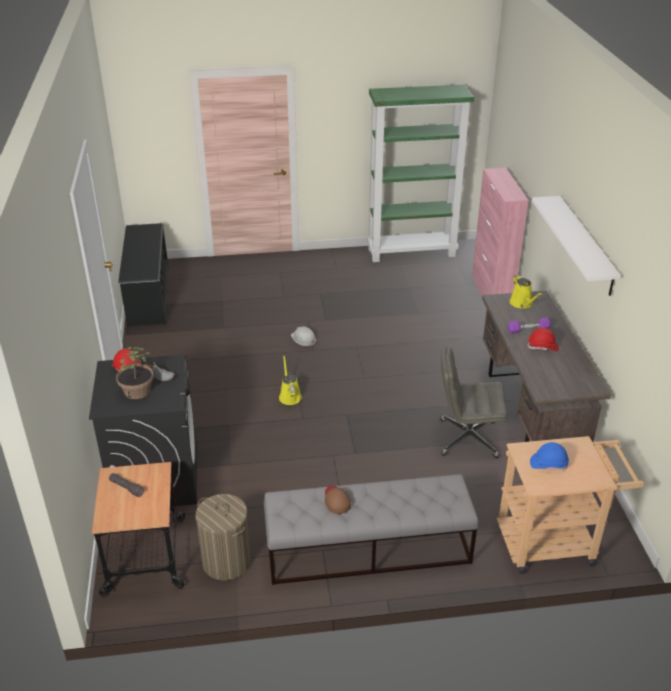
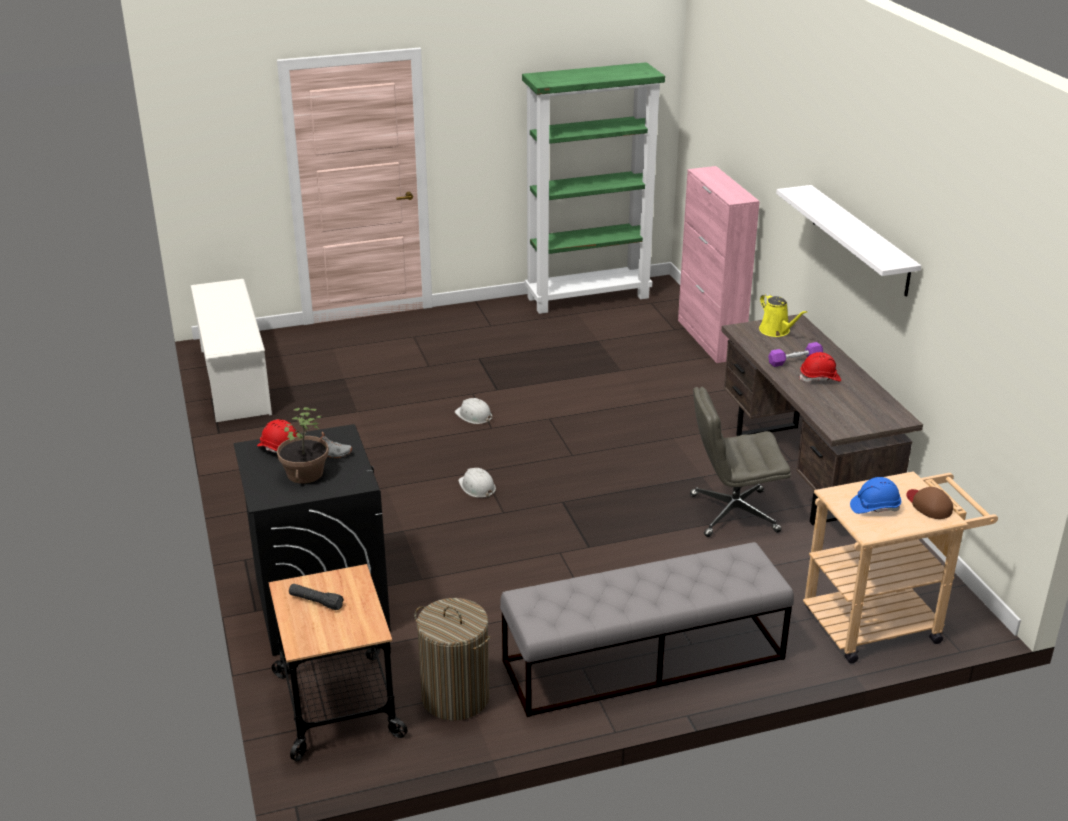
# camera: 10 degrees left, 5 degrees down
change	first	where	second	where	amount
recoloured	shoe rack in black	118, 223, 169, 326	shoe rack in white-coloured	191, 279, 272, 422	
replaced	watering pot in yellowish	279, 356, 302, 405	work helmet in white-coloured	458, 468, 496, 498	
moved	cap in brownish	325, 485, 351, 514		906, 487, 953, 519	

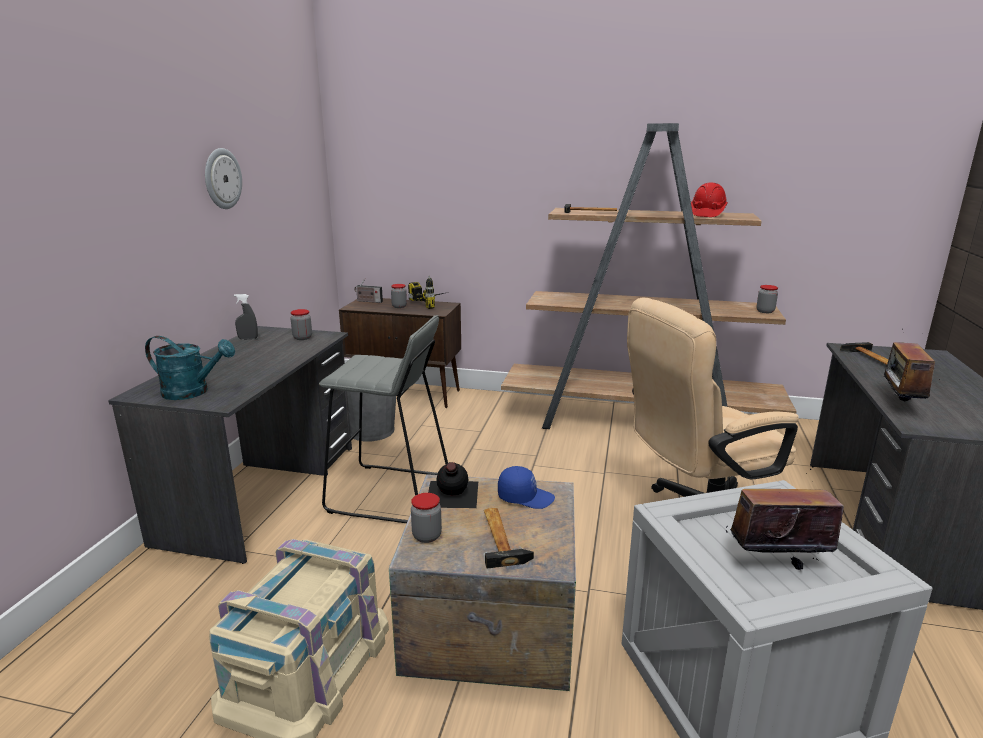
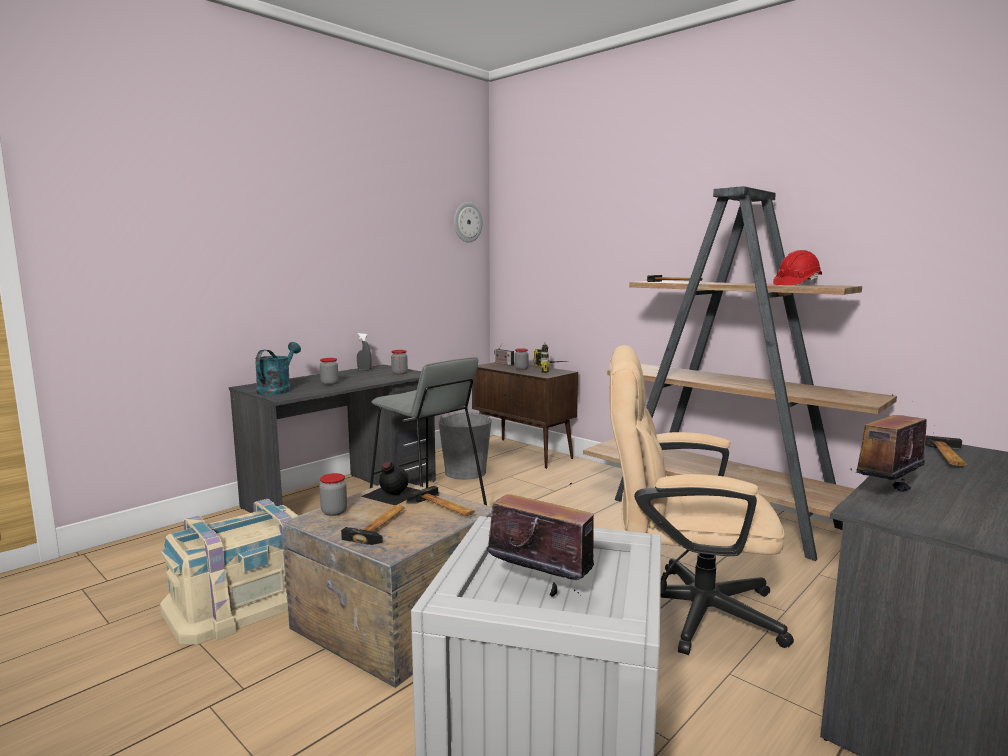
# camera: 30 degrees right, 10 degrees down
change	first	where	second	where	amount
moved	hanging clock	205, 148, 242, 209		454, 202, 483, 243	
moved	storage jar	756, 285, 778, 313		320, 358, 339, 385	
turned	watering pot in turquoise-coloured	145, 336, 235, 400		255, 342, 301, 395	120 degrees counterclockwise
replaced	cap in blue	498, 466, 555, 509	hand hammer	406, 486, 475, 516	

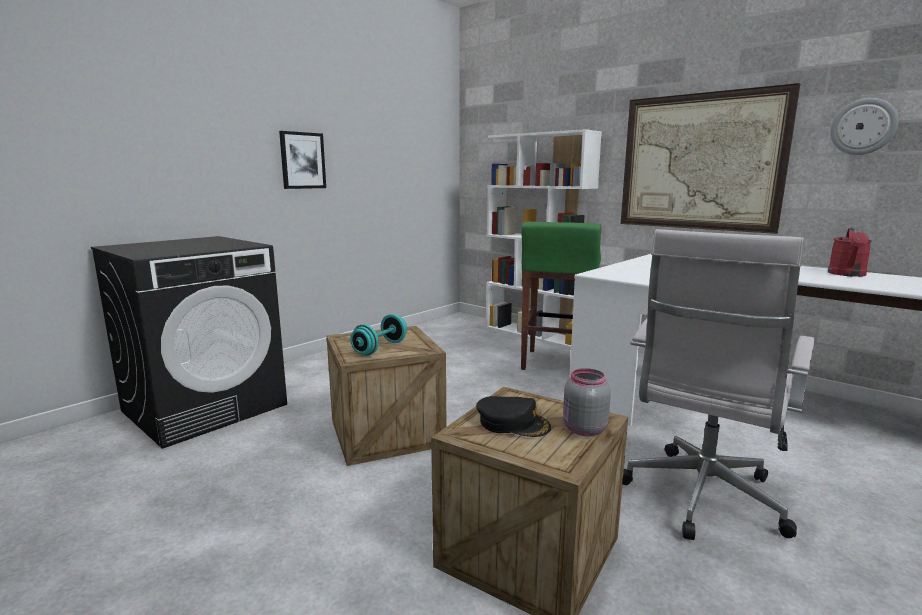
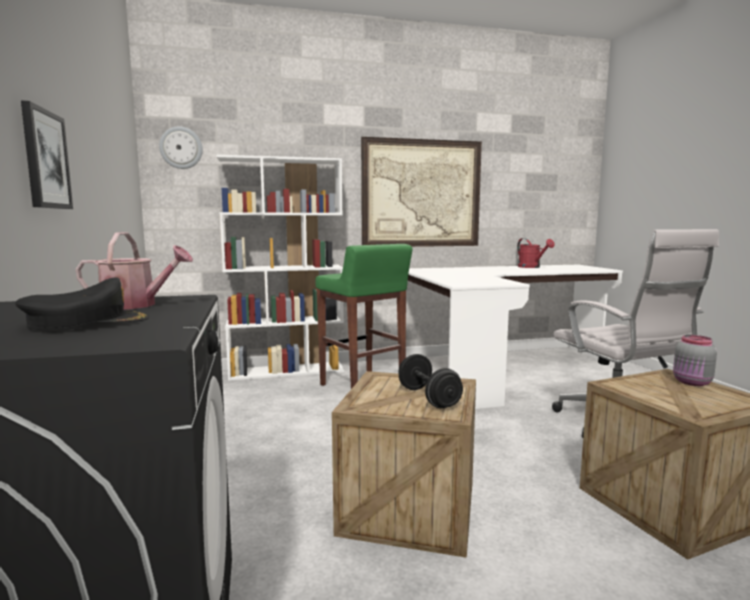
# camera: 55 degrees left, 5 degrees down
change	first	where	second	where	amount
moved	hanging clock	830, 98, 899, 155		159, 126, 203, 169	
recoloured	free weight in turquoise-coloured	350, 314, 407, 355	free weight in black	399, 354, 463, 408	
moved	cap in black	476, 396, 551, 437		15, 277, 150, 331	
added			watering pot	75, 232, 193, 310	

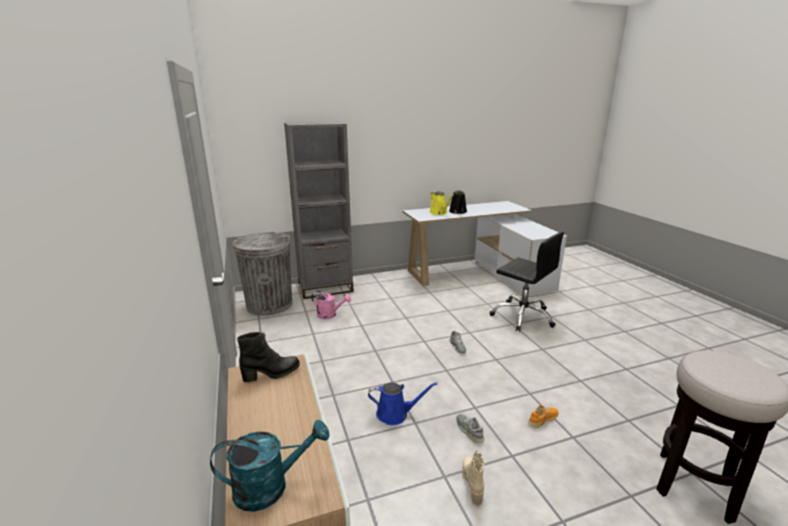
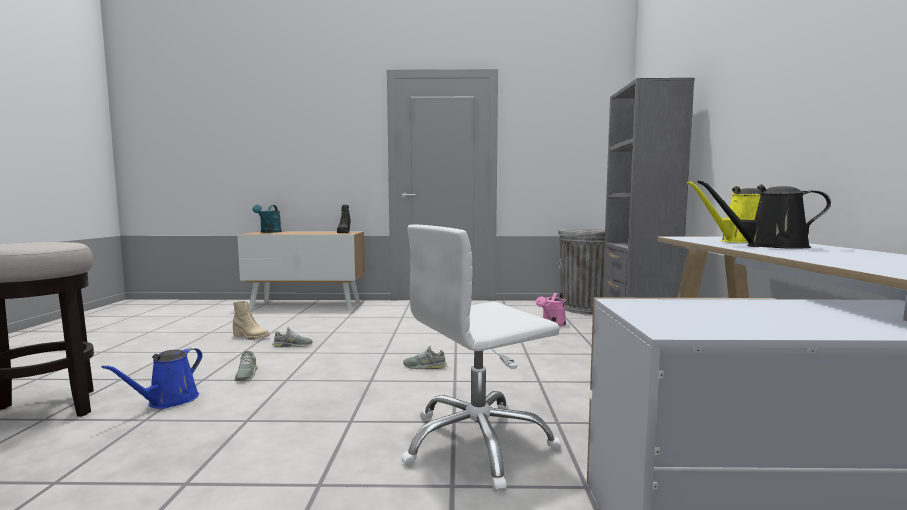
# camera: 110 degrees right, 15 degrees down
change	first	where	second	where	amount
recoloured	desk chair in black	490, 232, 564, 332	desk chair in white-coloured	401, 225, 561, 492	
moved	watering pot in blue	368, 382, 437, 425		101, 348, 202, 409	
recoloured	shoe in orangey	528, 405, 558, 428	shoe in gray	235, 351, 257, 381	

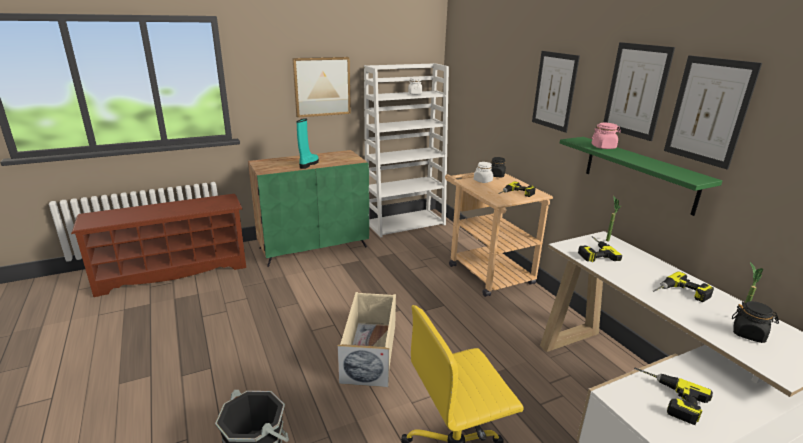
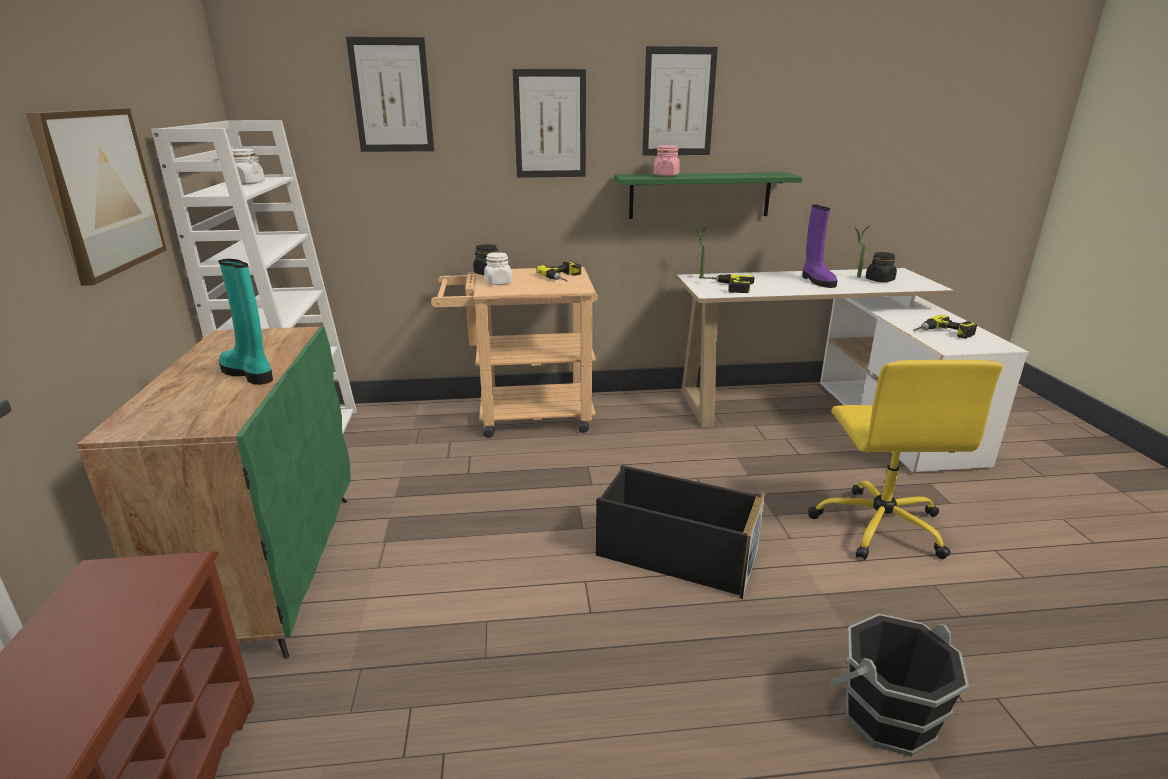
# camera: 70 degrees left, 0 degrees up
change	first	where	second	where	amount
moved	wall art	664, 55, 762, 169		346, 37, 434, 152	
replaced	power drill	653, 271, 714, 302	boot in purplish	802, 204, 838, 288	
recoloured	storage container in beige-coloured	337, 292, 396, 387	storage container in black	596, 465, 765, 599	

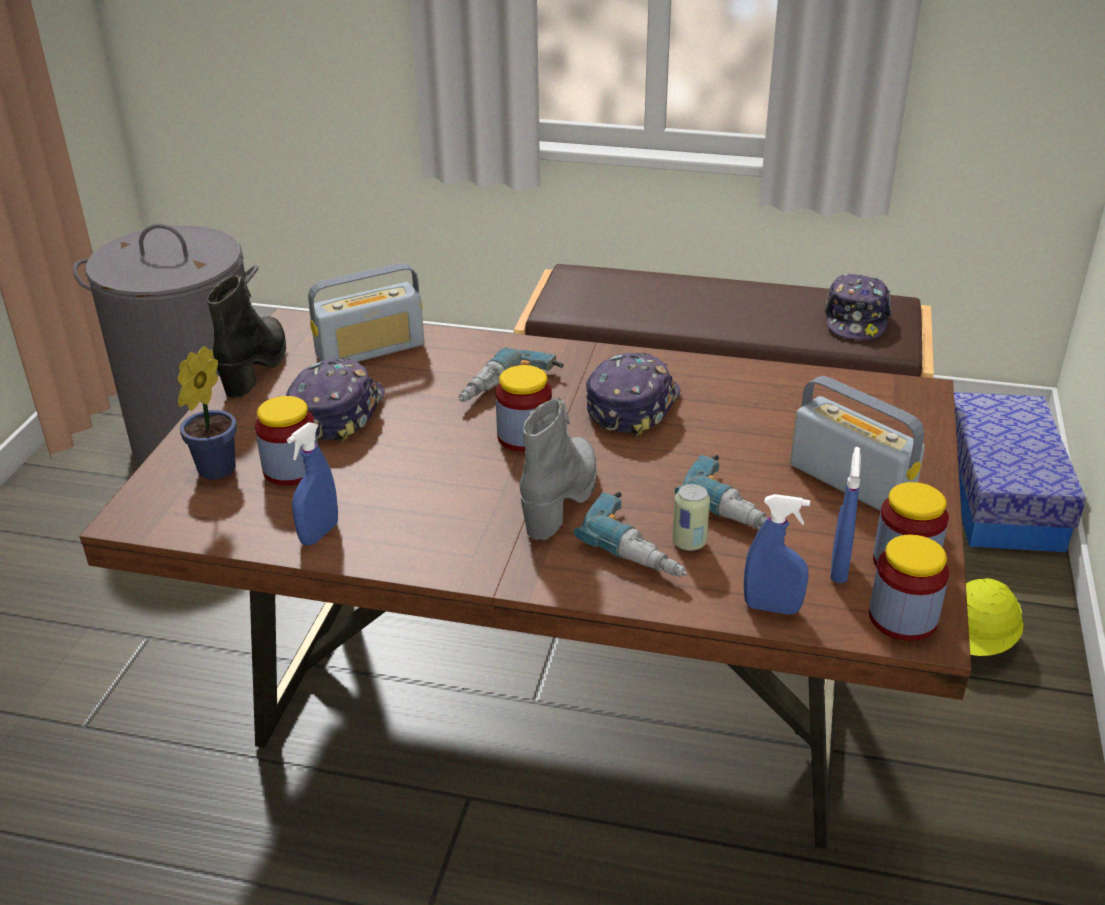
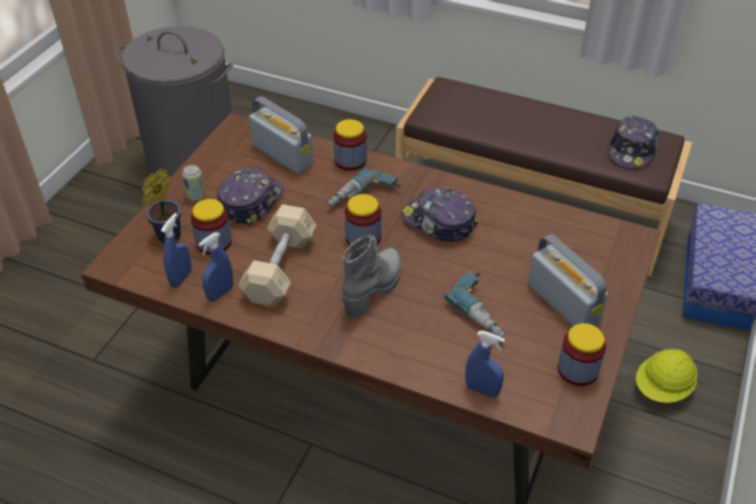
# camera: 10 degrees right, 10 degrees up
change	first	where	second	where	amount
turned	radio	308, 263, 424, 362		249, 96, 313, 174	120 degrees counterclockwise
removed	boot in black	207, 275, 286, 398			
turned	cap	585, 353, 680, 437		401, 187, 478, 242	90 degrees counterclockwise
moved	spray bottle in blue	831, 447, 861, 583		161, 213, 191, 288	
moved	can	672, 484, 710, 551		182, 165, 205, 201	
removed	power drill	574, 491, 688, 577			
moved	storage jar	869, 534, 949, 641		333, 119, 367, 171	
added			free weight in beige-coloured	238, 204, 316, 307	

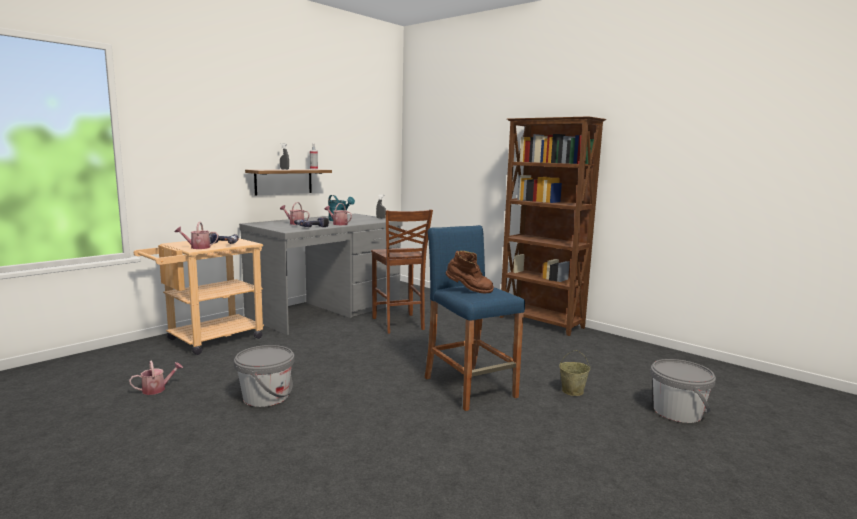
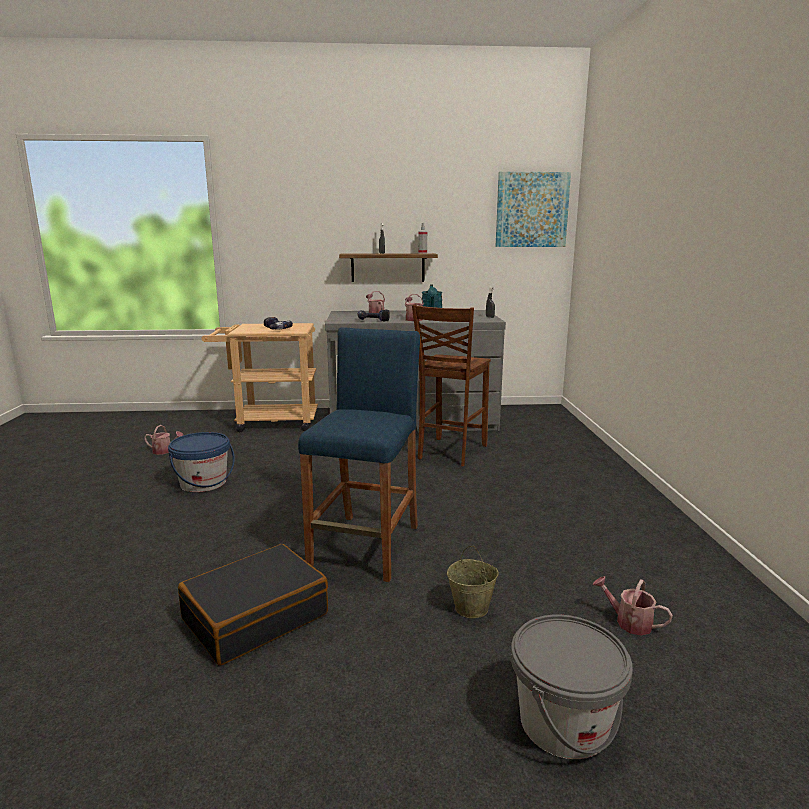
# camera: 45 degrees right, 5 degrees up
change	first	where	second	where	amount
removed	shelving unit in brownish	500, 116, 606, 336			
moved	watering pot	175, 222, 218, 249		593, 576, 673, 636	
removed	boot in brownish	446, 251, 494, 294			
recoloured	water bucket in gray	234, 345, 294, 407	water bucket in blue	168, 432, 235, 492	
added			wall art	496, 172, 571, 247	
added			travel case in black	178, 544, 328, 665	

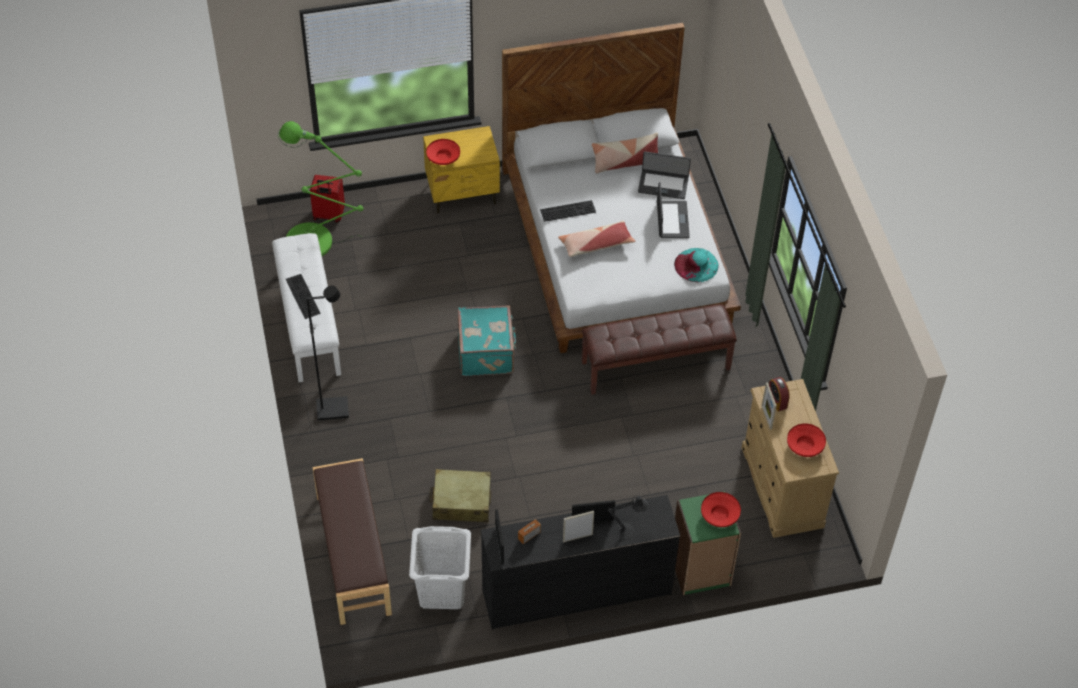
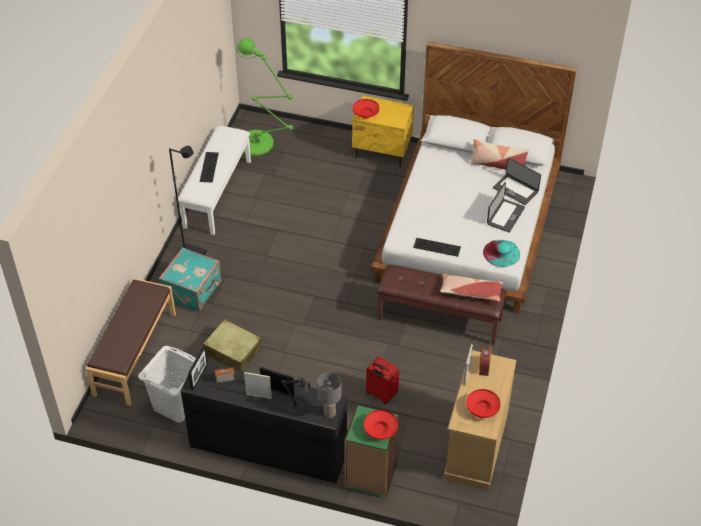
# camera: 30 degrees right, 5 degrees down
change	first	where	second	where	amount
moved	travel case in red-coloured	310, 175, 345, 223		366, 356, 399, 404	
moved	computer keyboard	540, 200, 596, 222		413, 238, 461, 257	
moved	cushion	558, 221, 635, 257		440, 274, 503, 301	
moved	travel case in turquoise-coloured	458, 305, 516, 376		159, 247, 221, 312	
added			lamp for a table in gray	317, 372, 342, 418	

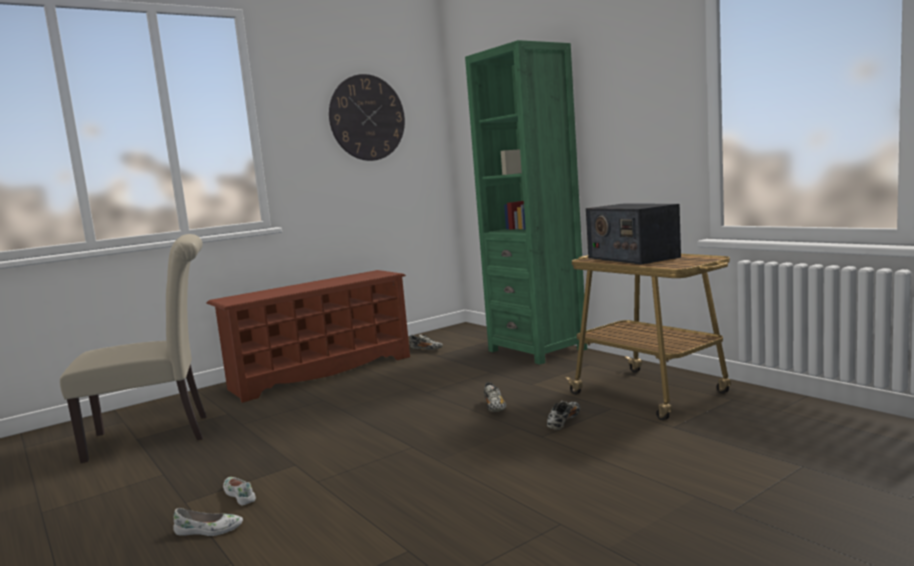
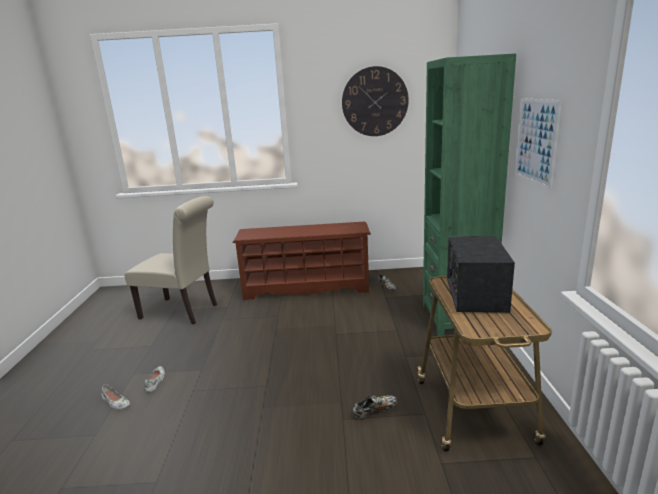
# camera: 35 degrees right, 10 degrees up
change	first	where	second	where	amount
removed	shoe	484, 382, 506, 412			
added			wall art	515, 98, 562, 190	

